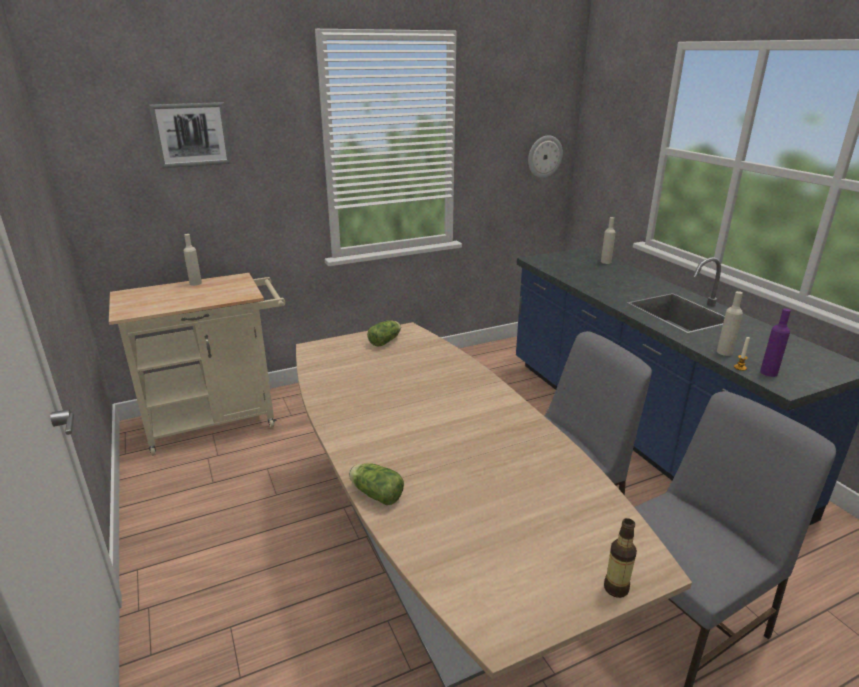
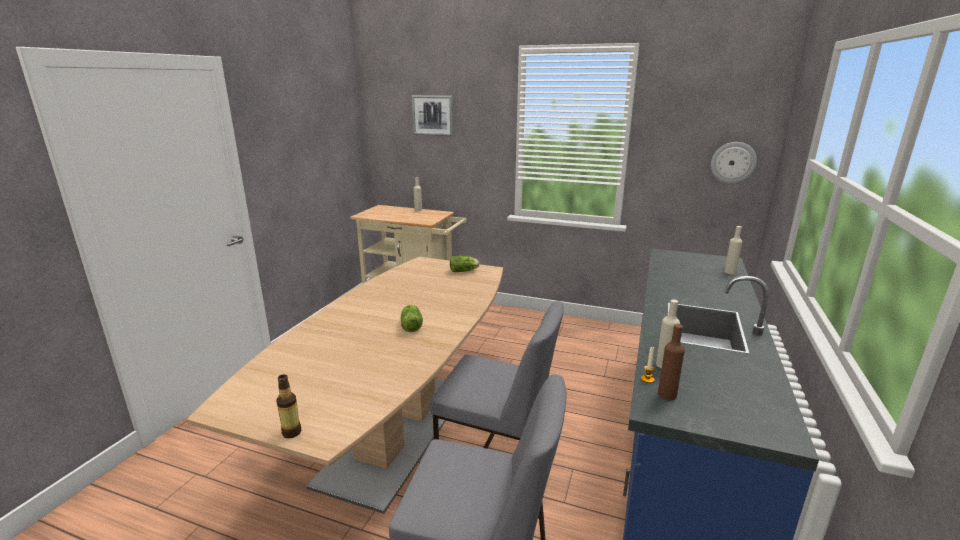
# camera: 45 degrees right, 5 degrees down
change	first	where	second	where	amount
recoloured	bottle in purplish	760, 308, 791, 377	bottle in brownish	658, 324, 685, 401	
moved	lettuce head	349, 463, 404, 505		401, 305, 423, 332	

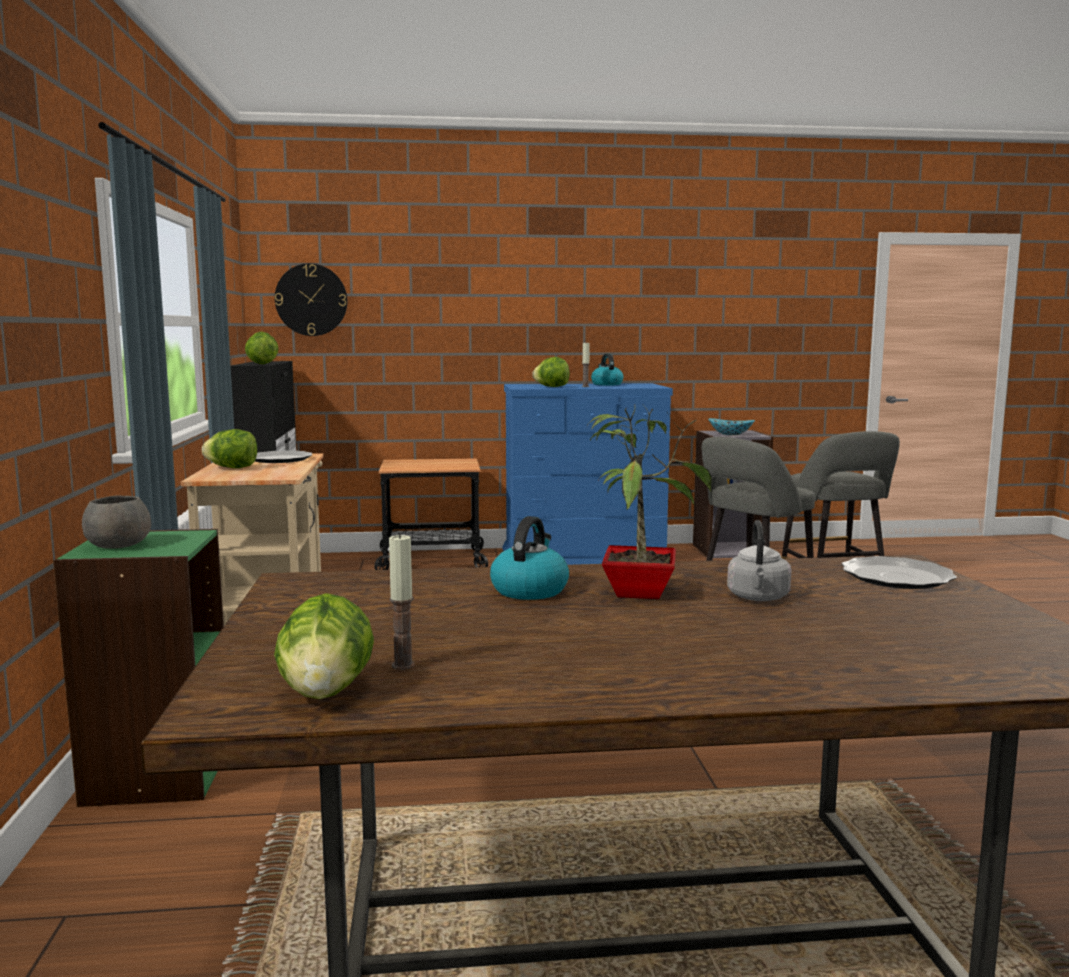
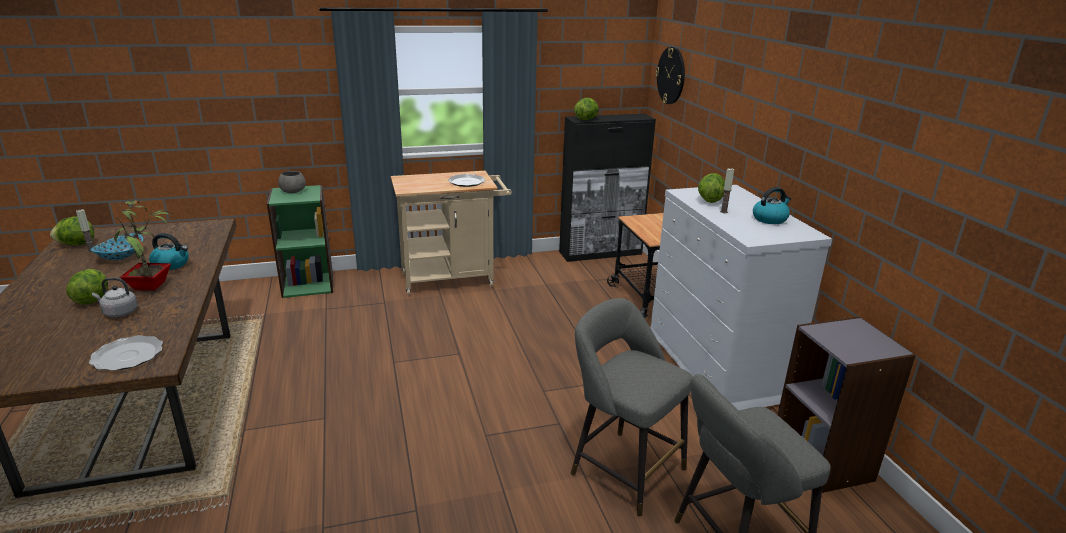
# camera: 80 degrees right, 15 degrees up
change	first	where	second	where	amount
recoloured	drawer chest in blue	502, 383, 673, 565	drawer chest in white-coloured	651, 185, 832, 410	
moved	bowl	708, 418, 755, 435		91, 233, 143, 261	
moved	lettuce head	202, 429, 257, 468		66, 269, 108, 305	

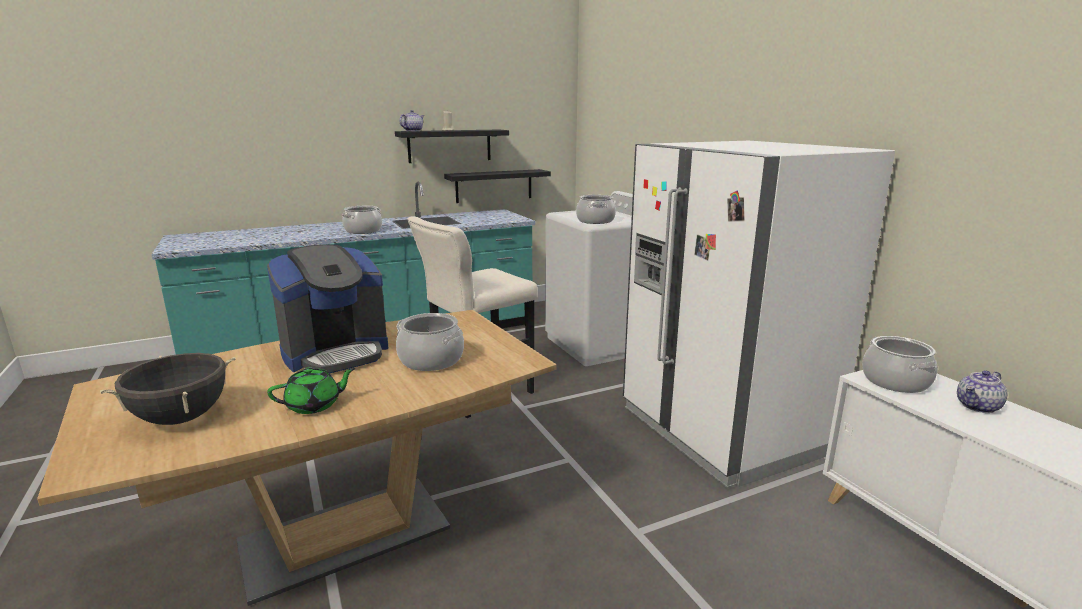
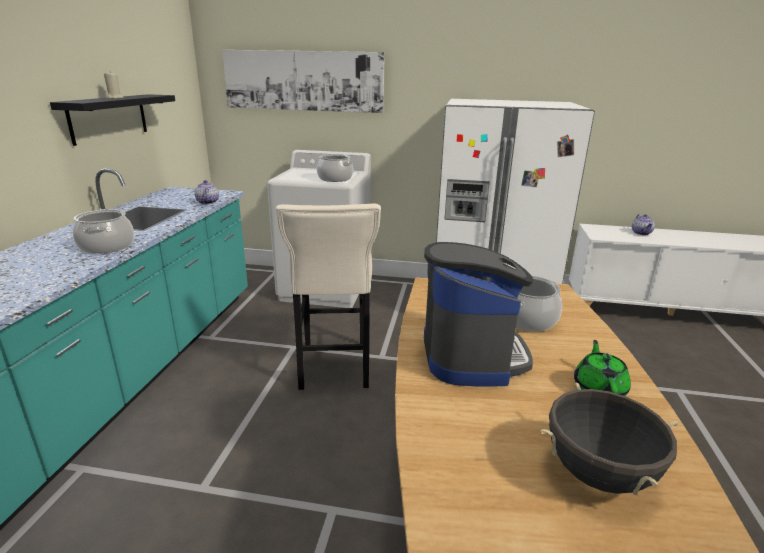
# camera: 55 degrees left, 5 degrees up
change	first	where	second	where	amount
moved	pot for tea	399, 110, 424, 131		194, 180, 219, 204	
removed	bracket shelf in black	444, 169, 551, 203			
removed	stockpot	862, 336, 937, 393			
added			wall art	222, 50, 385, 113	

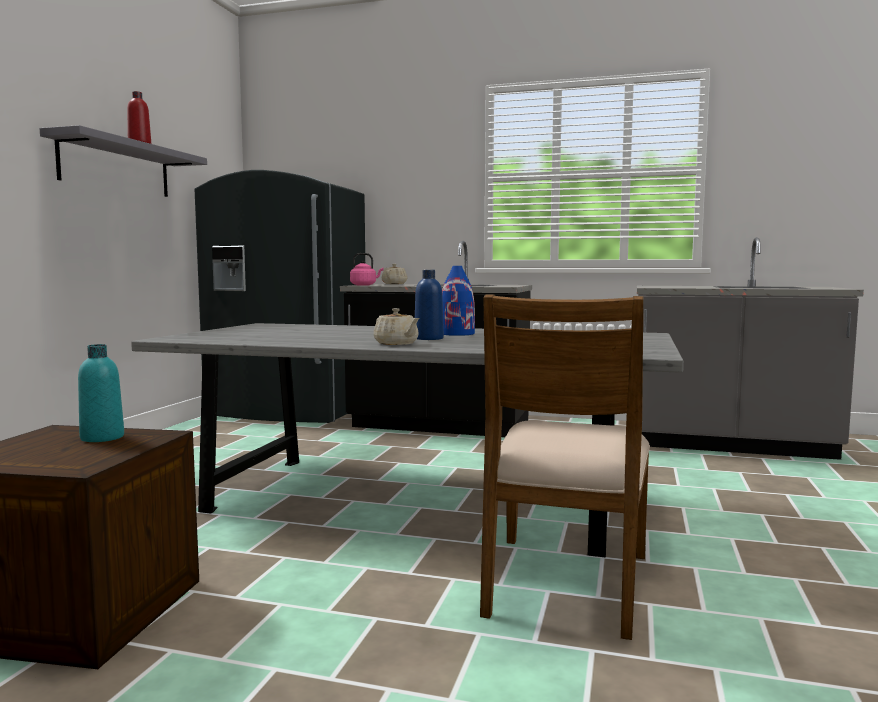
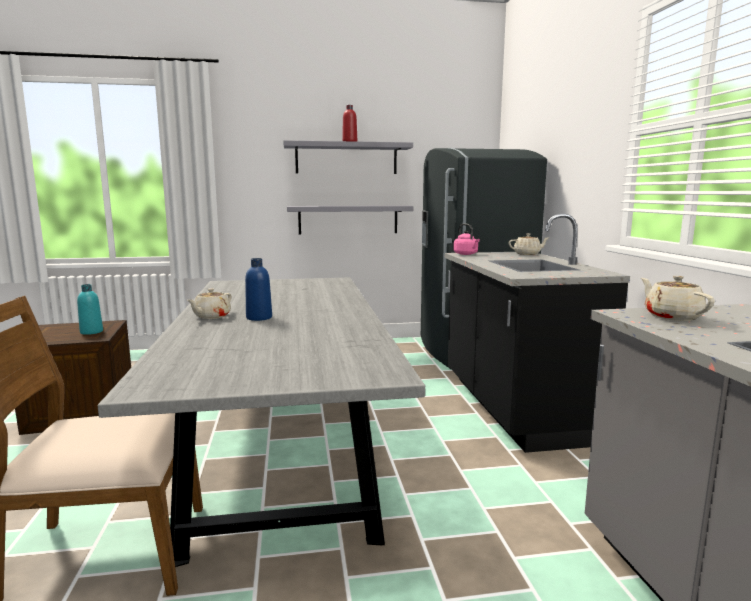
# camera: 65 degrees right, 5 degrees up
change	first	where	second	where	amount
removed	flower vase in blue	442, 266, 475, 336			
added			bracket shelf in gray	287, 205, 414, 235	
added			pot for tea in beige-coloured	641, 276, 715, 321	

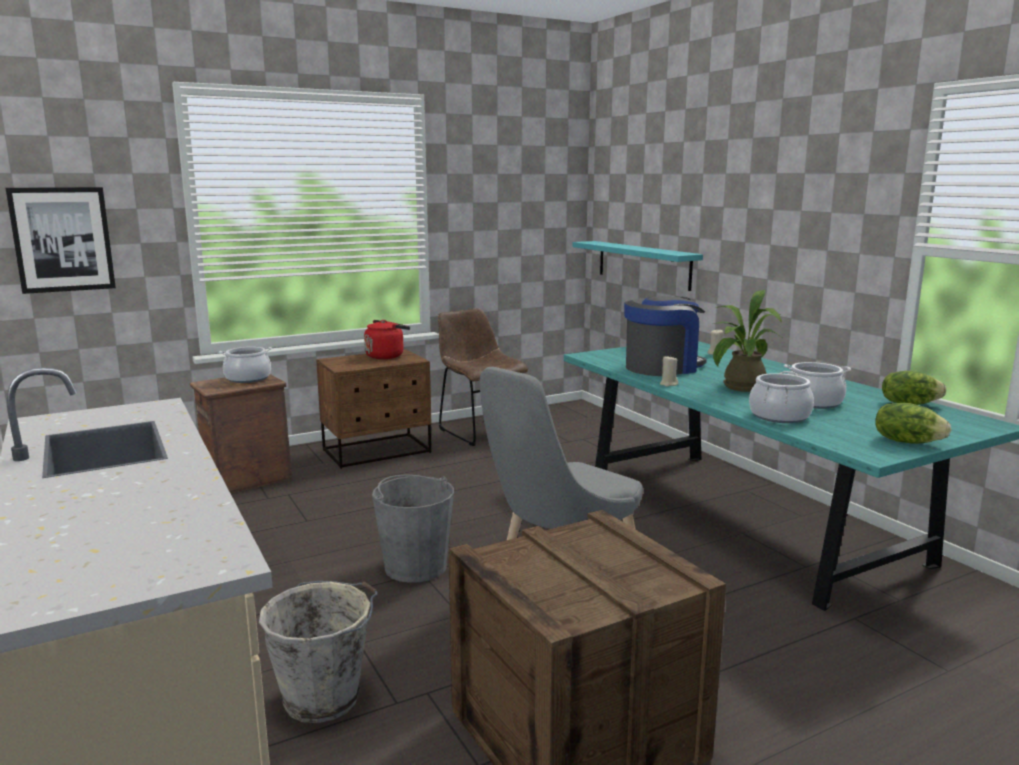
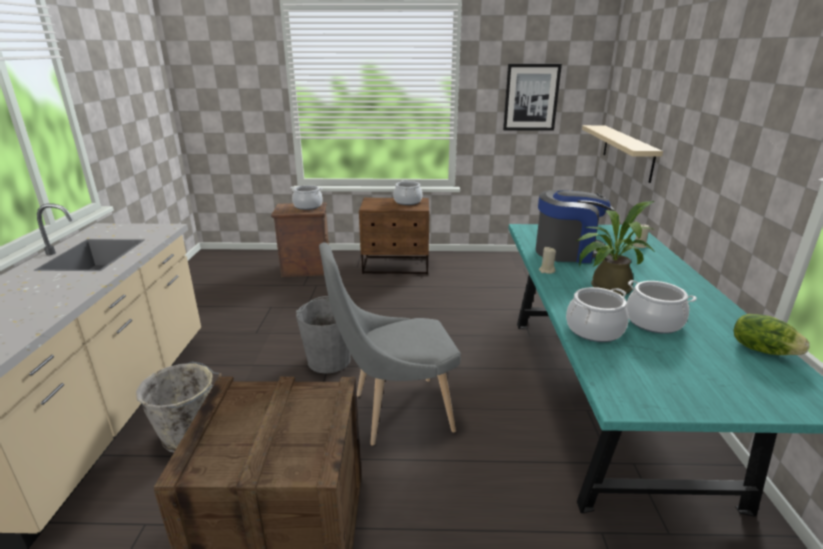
# camera: 30 degrees right, 10 degrees up
change	first	where	second	where	amount
moved	wall art	6, 187, 116, 294		503, 64, 562, 131	
recoloured	bracket shelf in turquoise-coloured	572, 241, 703, 291	bracket shelf in beige-coloured	582, 125, 663, 183	
removed	plain chair in brownish	438, 308, 528, 446			
replaced	kettle in red-coloured	364, 320, 410, 359	stockpot	393, 180, 422, 205	
removed	lettuce head	875, 403, 951, 444			

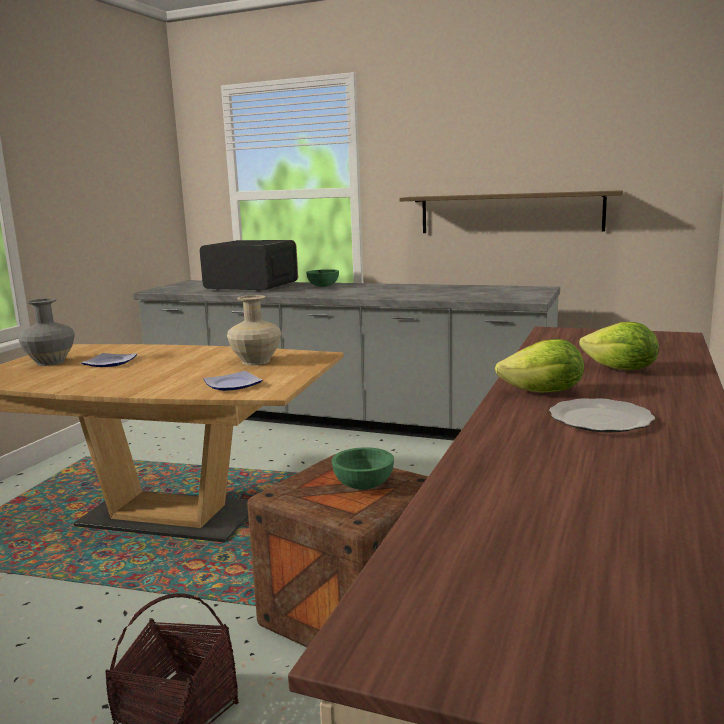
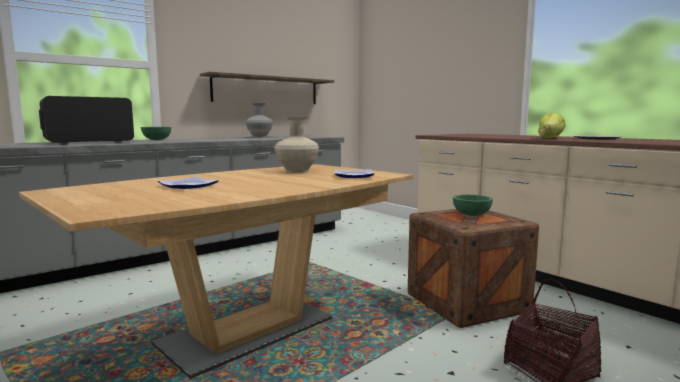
# camera: 60 degrees left, 5 degrees down
change	first	where	second	where	amount
moved	flower vase in gray	18, 298, 75, 366		245, 103, 273, 137	
removed	lettuce head	579, 322, 659, 370			

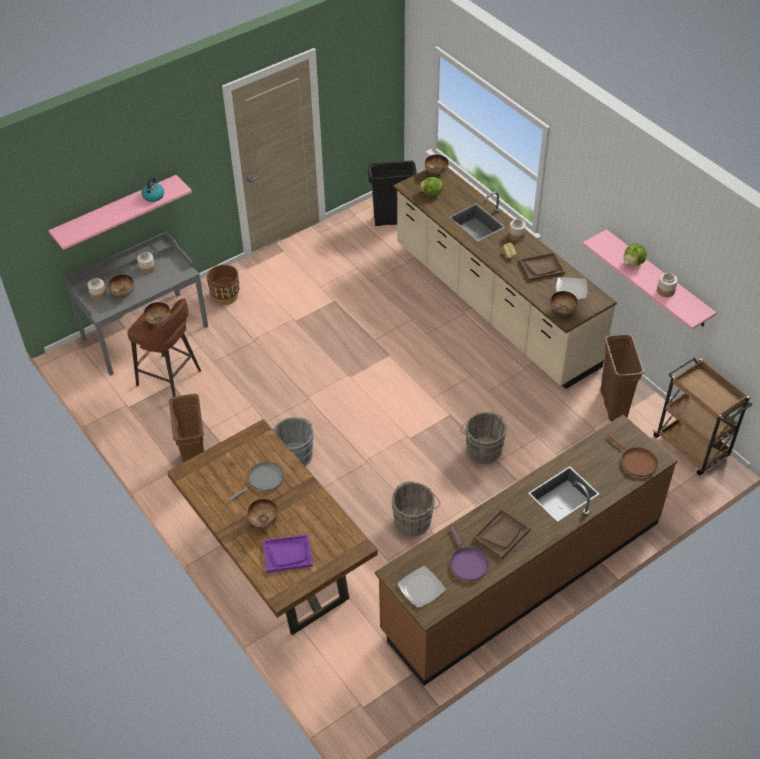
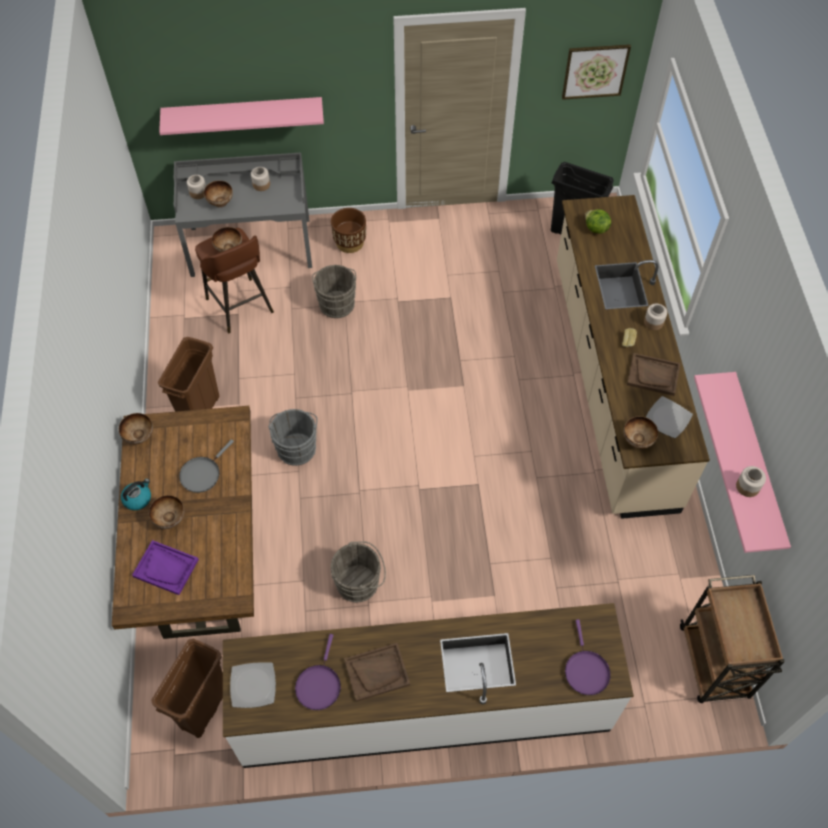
# camera: 30 degrees right, 10 degrees up
change	first	where	second	where	amount
moved	bowl	425, 154, 449, 176		119, 413, 153, 444	
moved	kettle	141, 177, 164, 202		121, 479, 151, 510	
removed	lettuce head	624, 243, 647, 266			
moved	rubbish bin in brownish	601, 334, 644, 422		151, 639, 223, 738	
moved	water bucket in gray	460, 412, 507, 464		312, 265, 356, 318	
recoloured	kitchen counter in brownish	375, 415, 677, 686	kitchen counter in white-coloured	223, 603, 634, 768	
recoloured	pan in brownish	608, 434, 658, 477	pan in purplish	565, 619, 611, 695	
turned	pan in gray	229, 462, 284, 500		179, 439, 234, 493	135 degrees clockwise
added			wall art	562, 44, 631, 100	

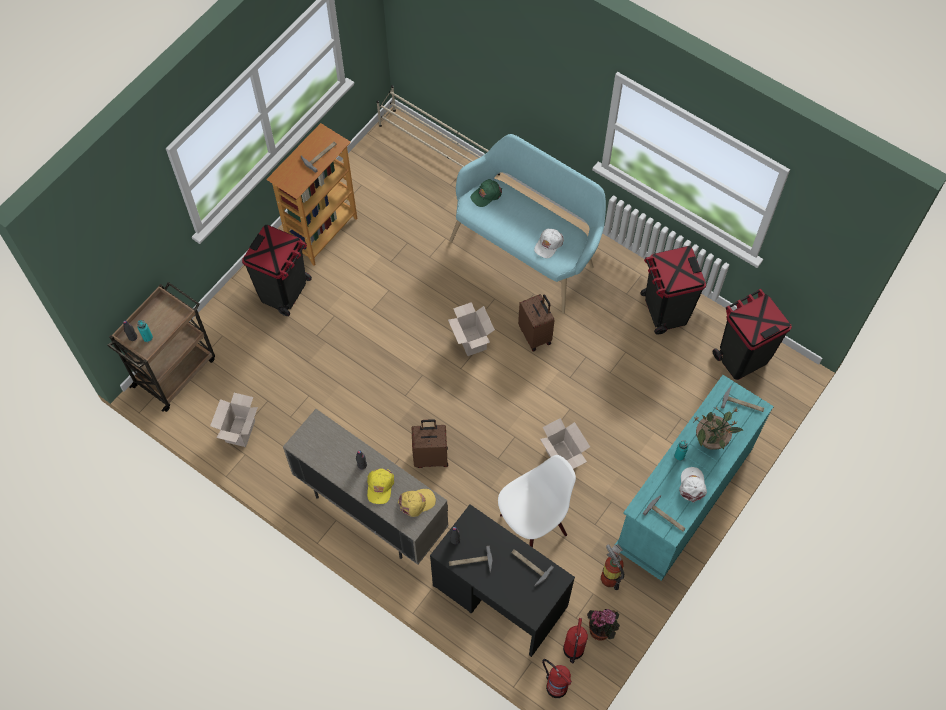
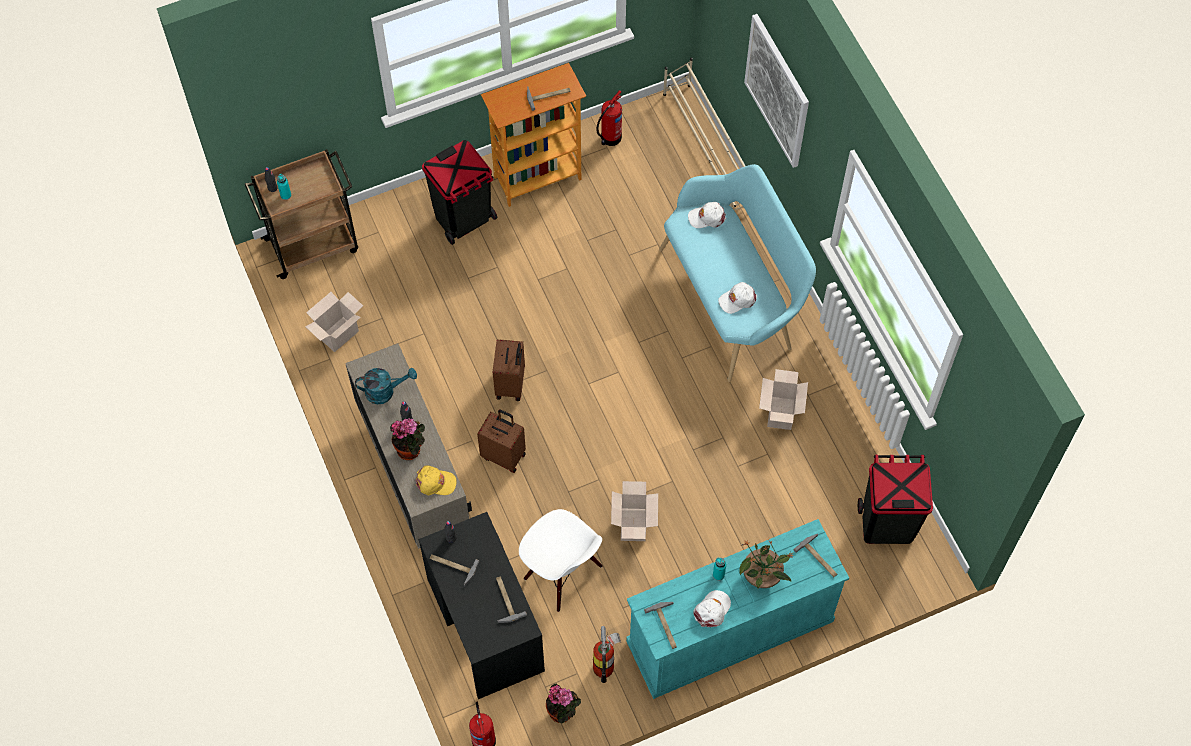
# camera: 30 degrees right, 0 degrees up
change	first	where	second	where	amount
recoloured	cap in greenish	470, 179, 502, 207	cap in white-coloured	688, 202, 726, 228	
removed	rubbish bin in black	640, 246, 706, 335			
moved	travel case in brownish	518, 294, 555, 351		493, 339, 525, 401	
moved	cardboard box	448, 302, 495, 356		759, 369, 808, 430	
turned	plain chair in white-coloured	498, 455, 576, 548		519, 509, 603, 612	45 degrees clockwise
replaced	cap in yellowish	367, 468, 394, 504	potted plant	390, 418, 425, 460	
moved	fire extinguisher	563, 618, 588, 663		596, 90, 622, 146	
added			wall art	744, 14, 809, 168	
added			watering pot in turquoise-coloured	355, 368, 417, 404	

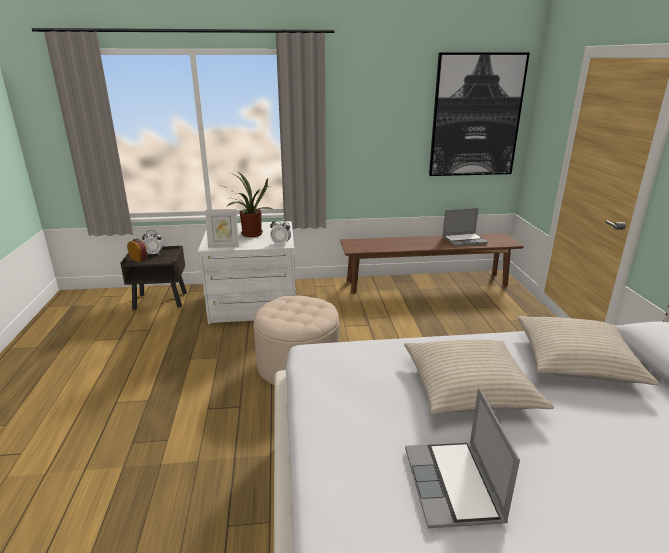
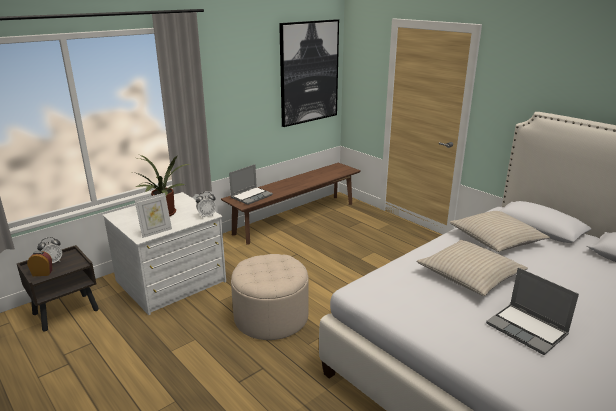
# camera: 35 degrees left, 0 degrees up
change	first	where	second	where	amount
moved	portable computer	442, 208, 488, 247		229, 164, 273, 205	

